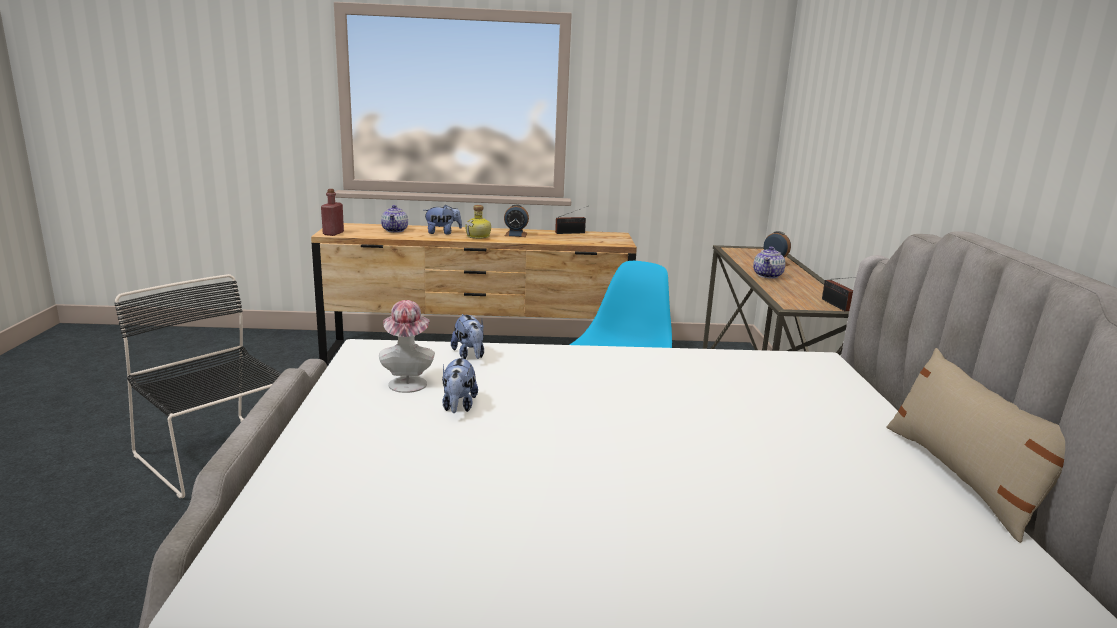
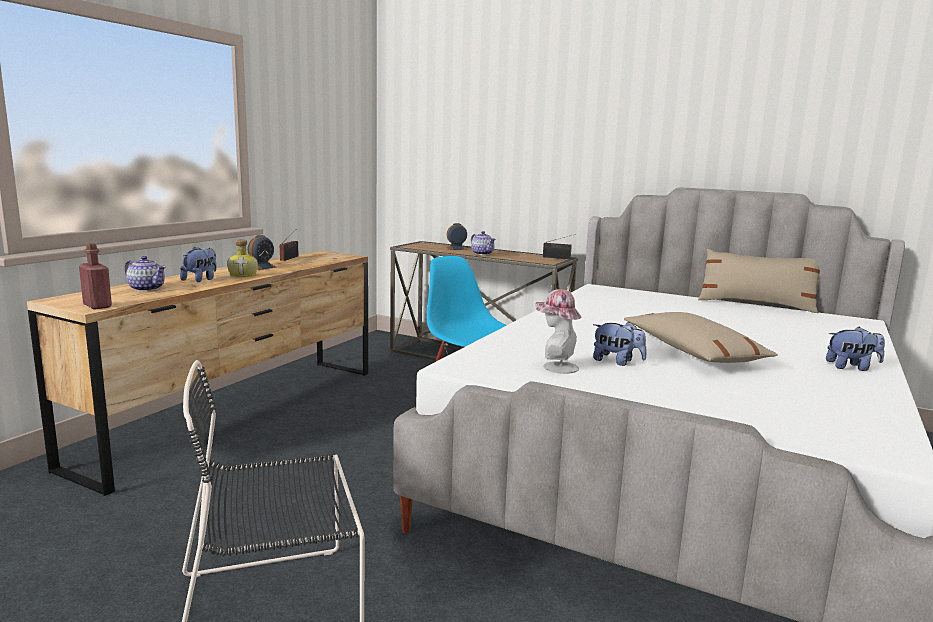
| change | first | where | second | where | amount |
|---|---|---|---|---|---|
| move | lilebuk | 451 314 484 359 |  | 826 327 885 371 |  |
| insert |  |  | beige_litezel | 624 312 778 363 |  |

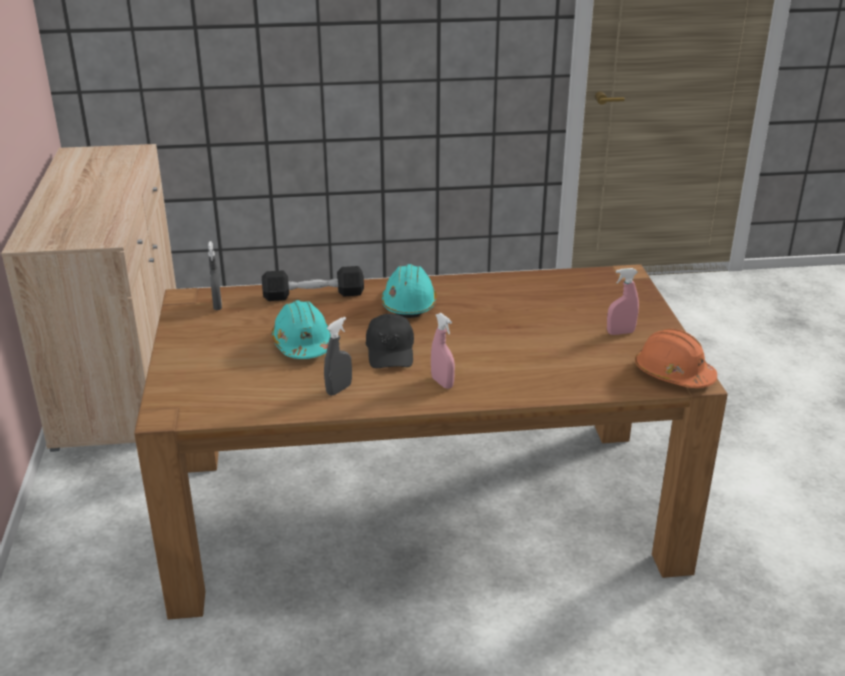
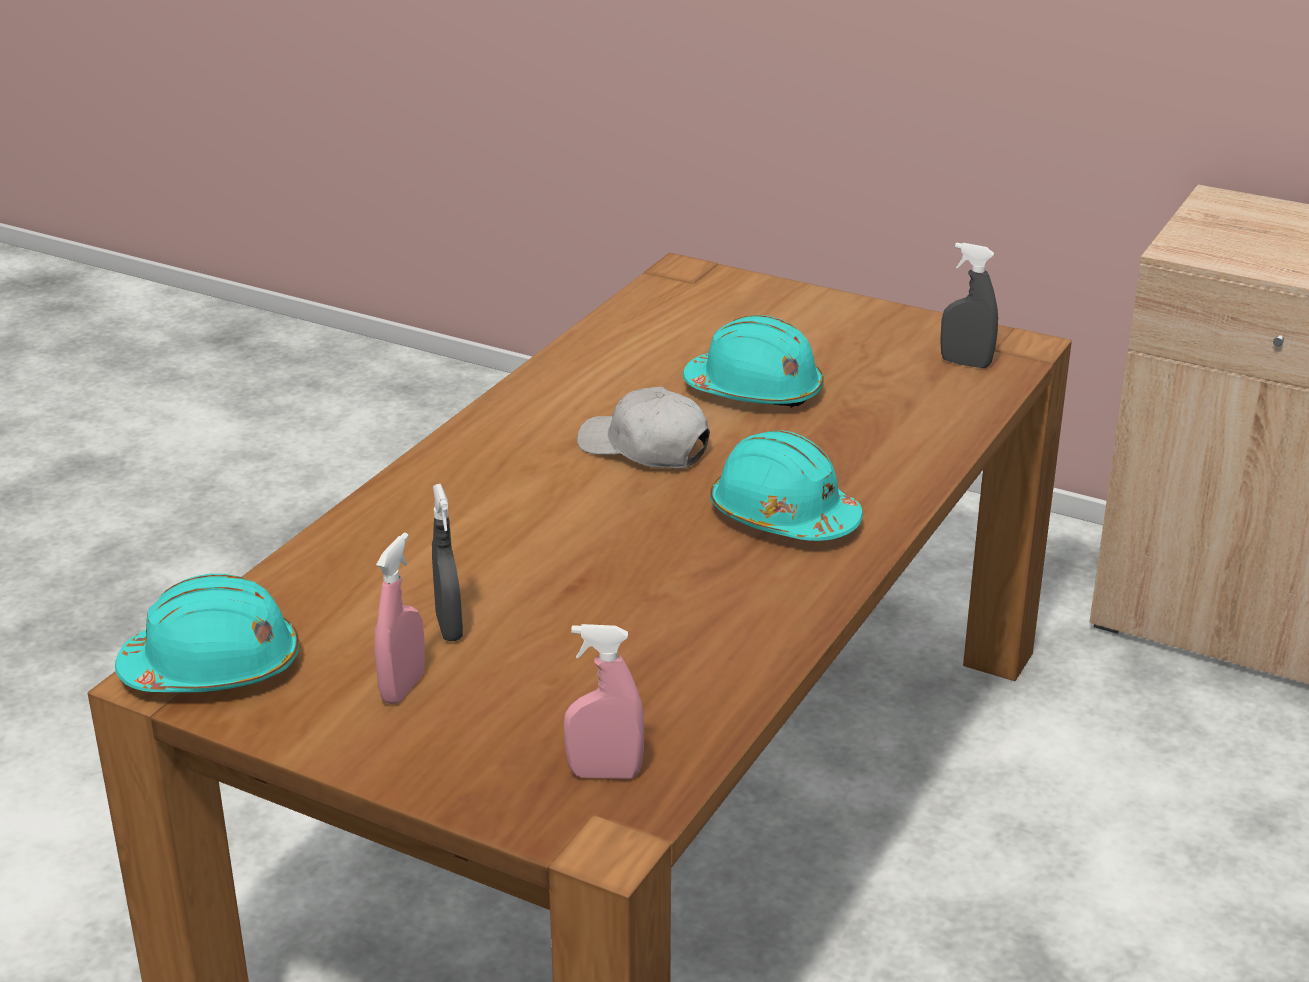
| change | first | where | second | where | amount |
|---|---|---|---|---|---|
| delete | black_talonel | 262 266 364 301 |  |  |  |
| move | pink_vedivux | 431 313 455 389 |  | 564 624 644 779 |  |
| recolor | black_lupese | 366 314 414 368 | white_lupese | 577 387 710 469 |  |
| move | grey_vedivux | 324 317 352 396 |  | 432 484 463 641 |  |
| recolor | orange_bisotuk | 635 329 717 388 | turquoise_bisotuk | 115 574 299 692 |  |

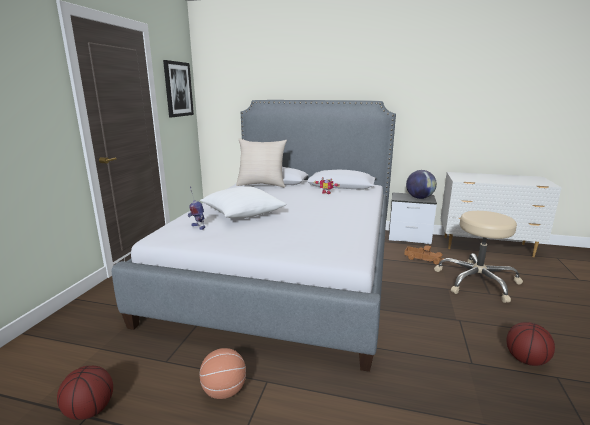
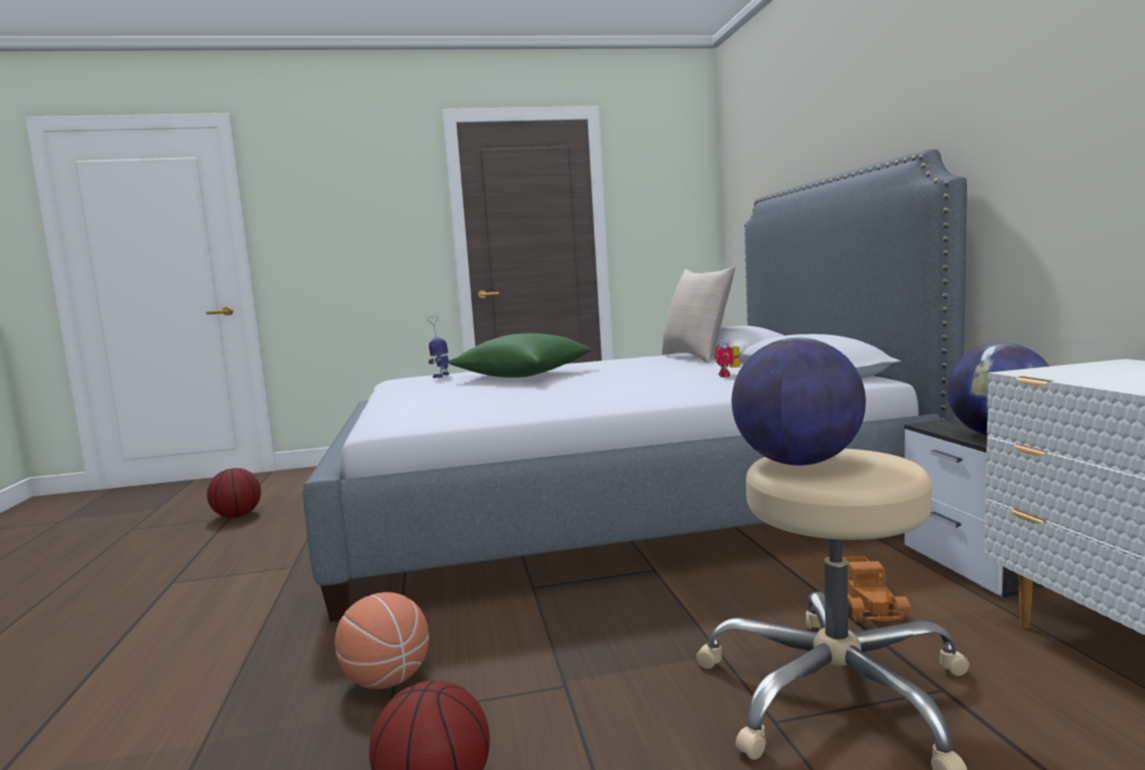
| change | first | where | second | where | amount |
|---|---|---|---|---|---|
| delete | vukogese | 163 60 194 117 |  |  |  |
| recolor | white_litezel | 200 187 286 219 | green_litezel | 448 333 593 378 |  |
| move | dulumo | 200 348 246 399 |  | 335 592 429 689 |  |
| insert |  |  | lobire | 732 338 866 465 |  |

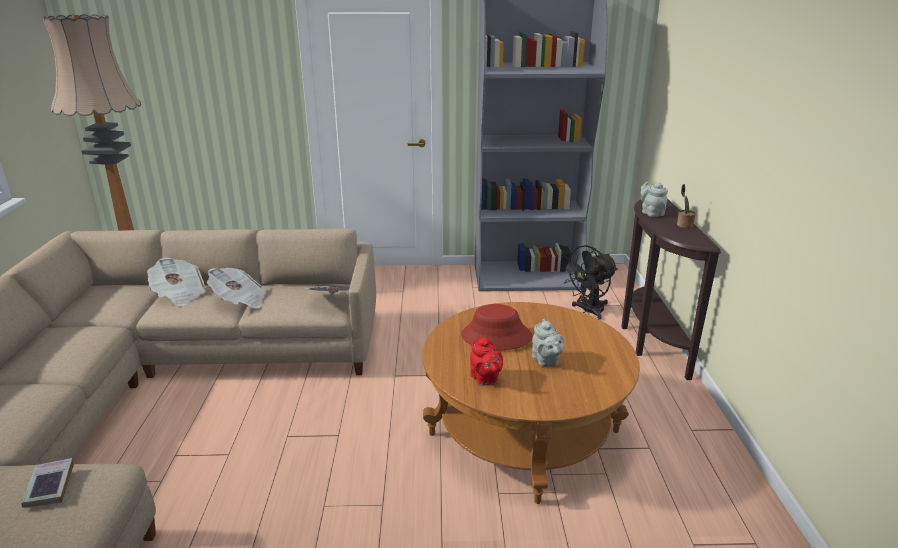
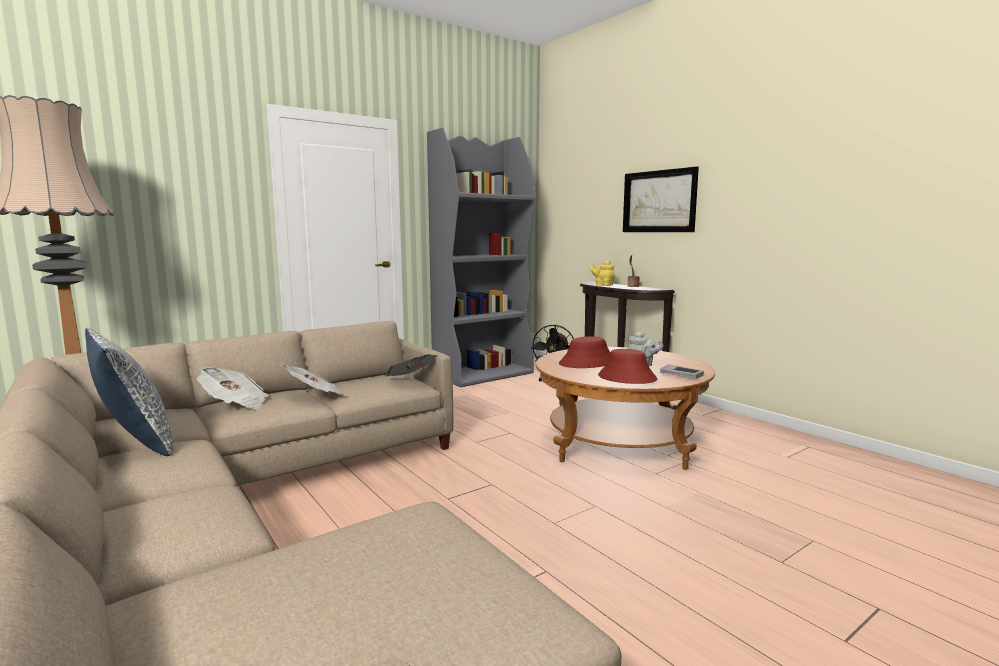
| change | first | where | second | where | amount |
|---|---|---|---|---|---|
| recolor | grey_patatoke | 641 181 668 217 | yellow_patatoke | 590 261 615 286 |  |
| replace | red_patatoke | 470 335 503 386 | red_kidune | 598 349 657 384 |  |
| move | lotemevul | 21 458 74 508 |  | 660 364 704 379 |  |
| insert |  |  | vukogese | 623 167 699 232 |  |
| insert |  |  | litezel | 85 328 173 456 |  |

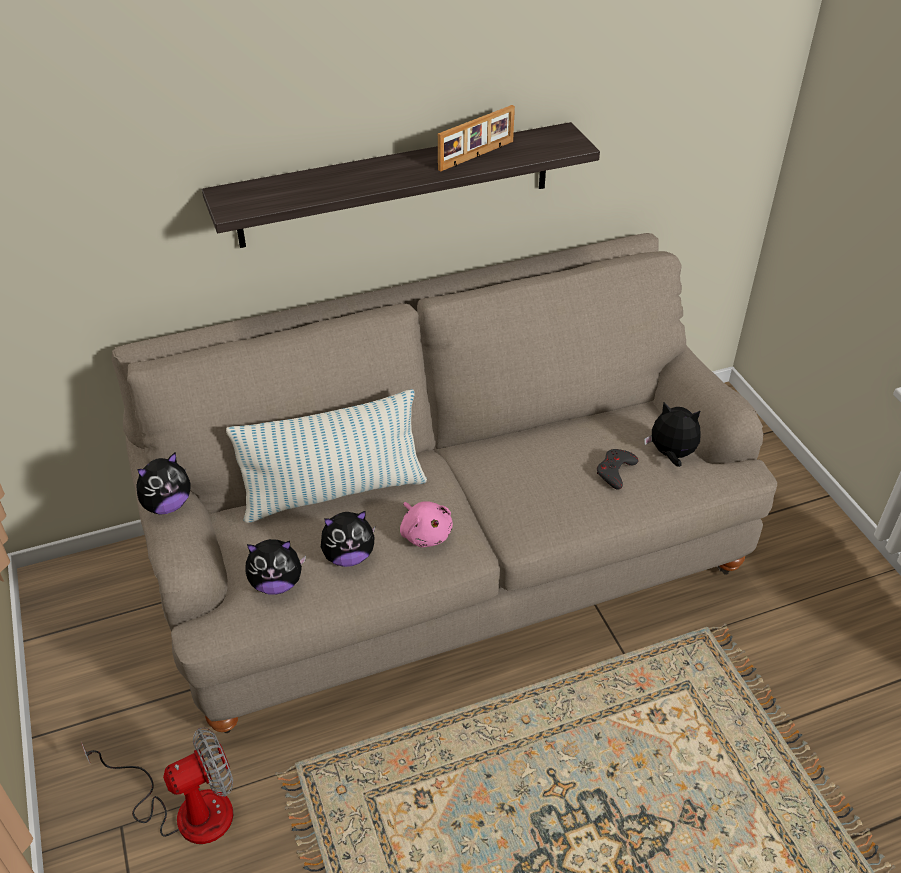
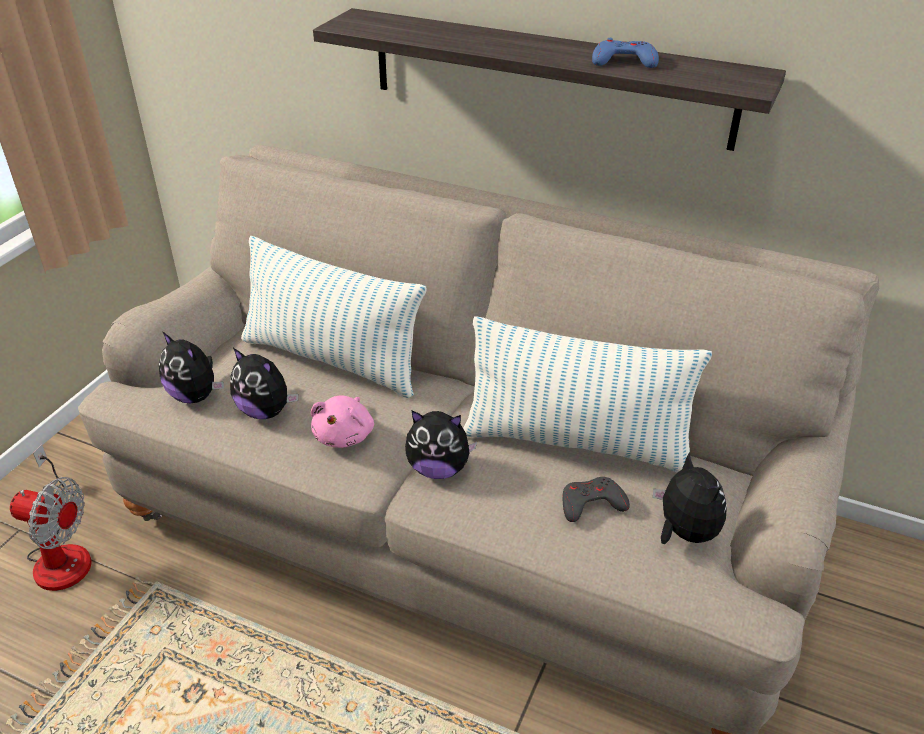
| change | first | where | second | where | amount |
|---|---|---|---|---|---|
| replace | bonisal | 438 105 515 172 | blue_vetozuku | 592 38 659 68 |  |
| move | lilebuk | 136 453 191 515 |  | 405 411 477 479 |  |
| insert |  |  | litezel | 463 316 712 473 |  |

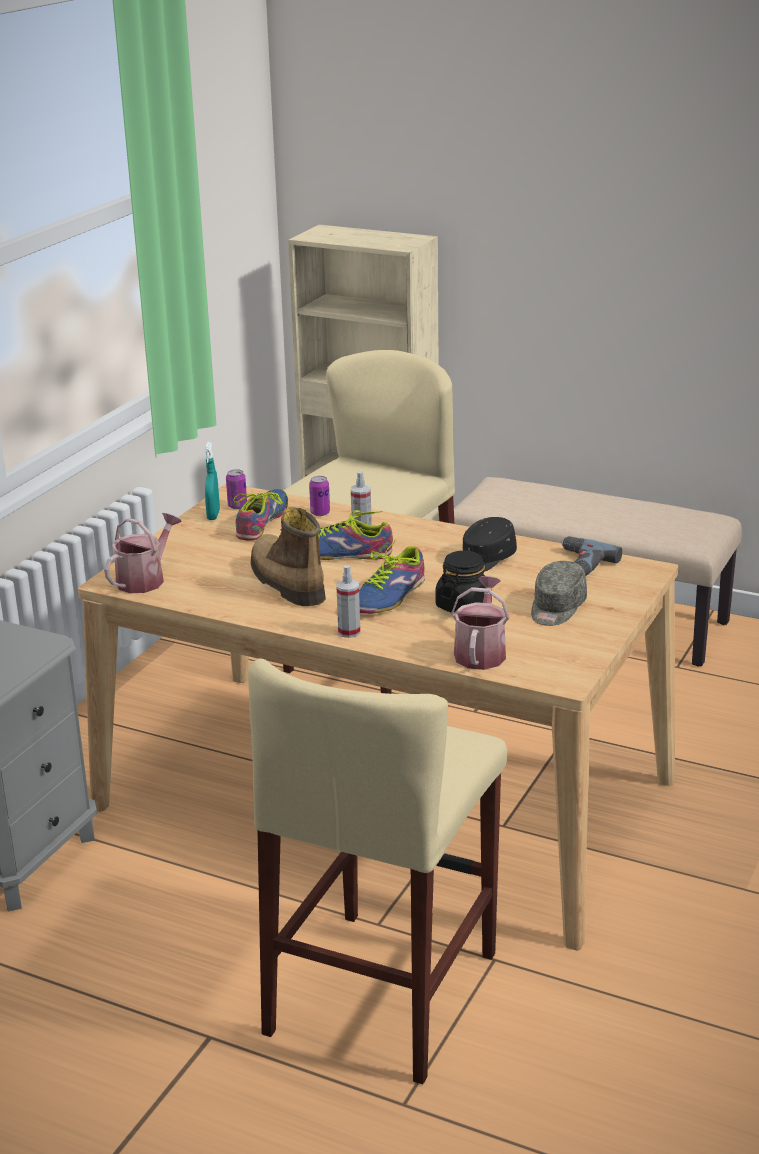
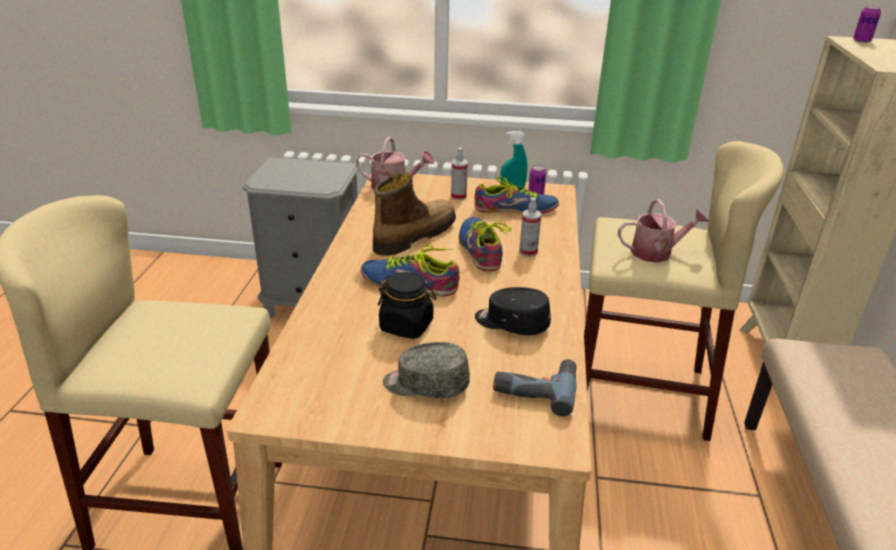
| change | first | where | second | where | amount |
|---|---|---|---|---|---|
| move | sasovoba | 309 476 330 516 |  | 853 6 881 43 |  |
| move | vedivux | 336 565 360 638 |  | 451 147 468 200 |  |
| move | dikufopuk | 451 576 510 670 |  | 618 199 709 263 |  |

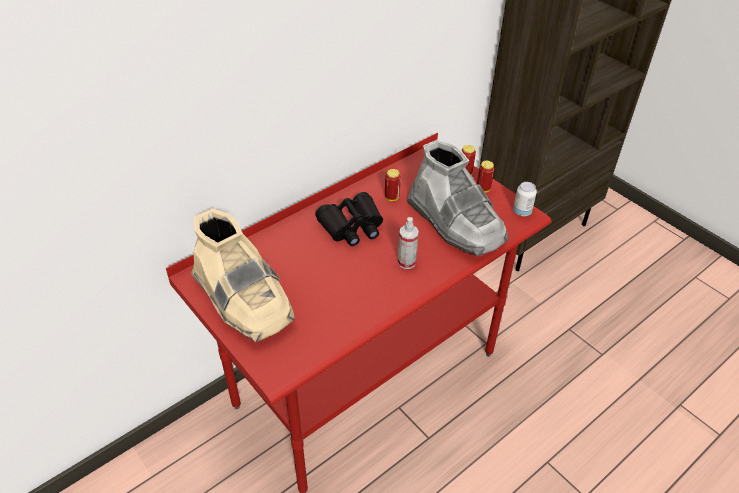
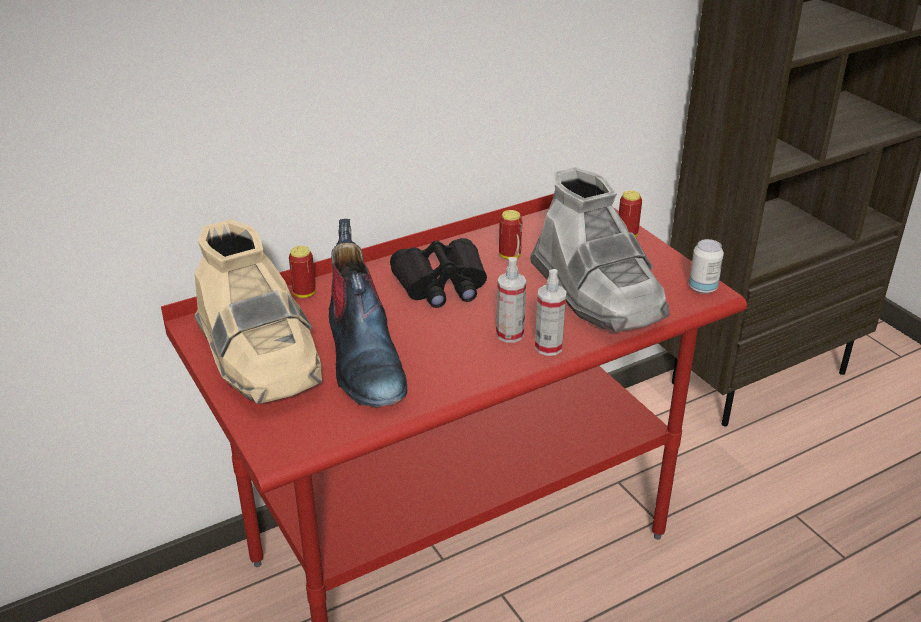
| change | first | where | second | where | amount |
|---|---|---|---|---|---|
| move | sasovoba | 477 161 494 193 |  | 289 246 316 298 |  |
| insert |  |  | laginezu | 329 219 407 407 |  |
| insert |  |  | vedivux | 535 269 567 356 |  |

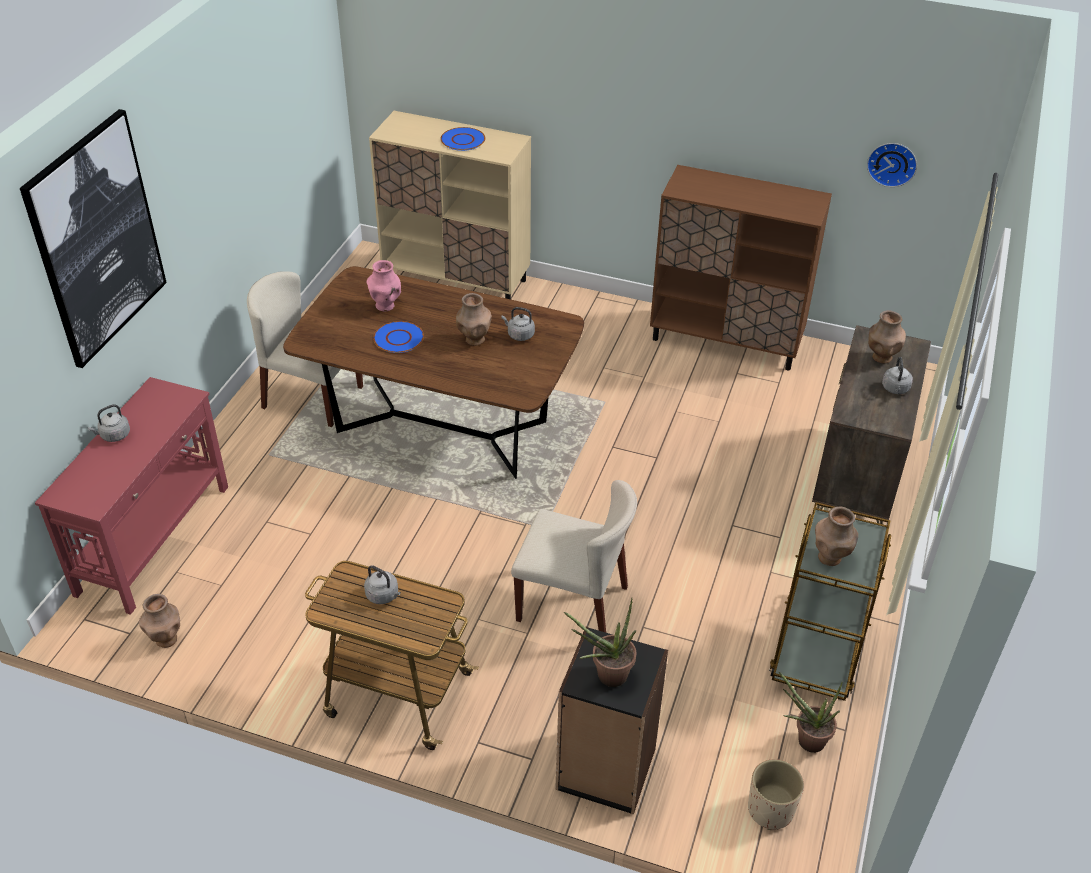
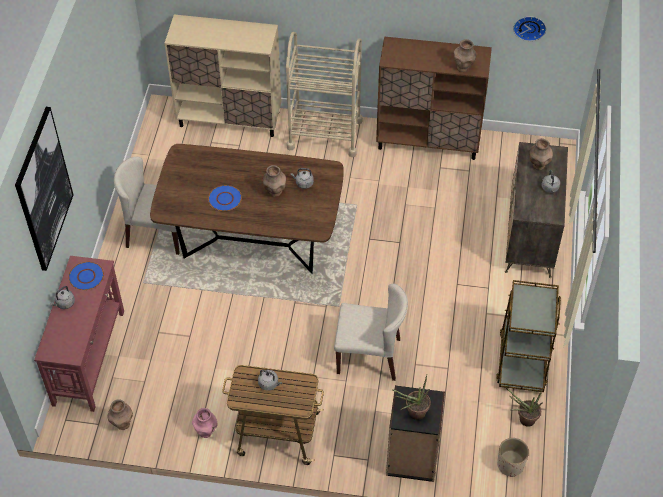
| change | first | where | second | where | amount |
|---|---|---|---|---|---|
| move | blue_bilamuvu | 441 127 486 151 |  | 68 262 104 290 |  |
| move | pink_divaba | 367 260 401 312 |  | 192 408 217 438 |  |
| move | brown_divaba | 815 507 858 566 |  | 454 39 476 72 |  |
| insert |  |  | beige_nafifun | 286 32 363 157 |  |

